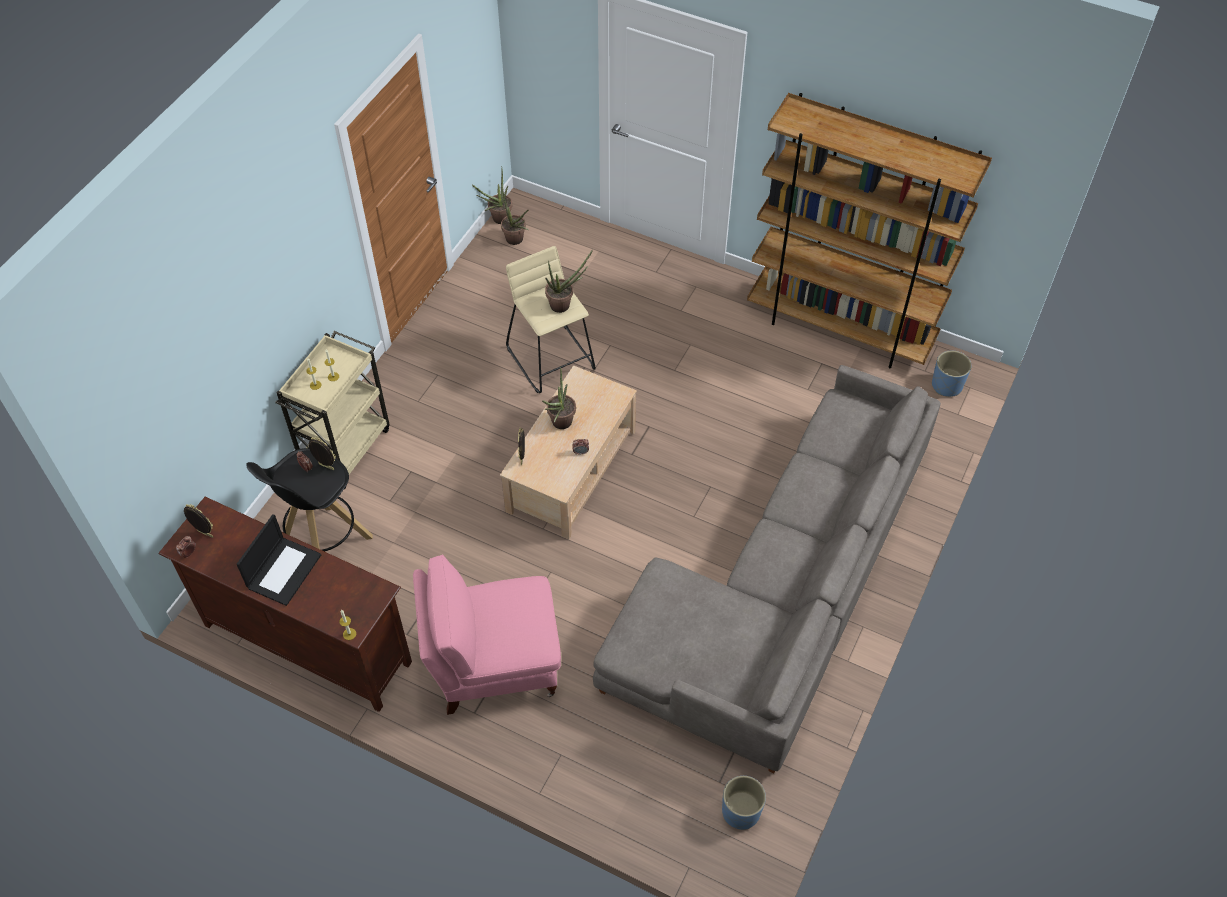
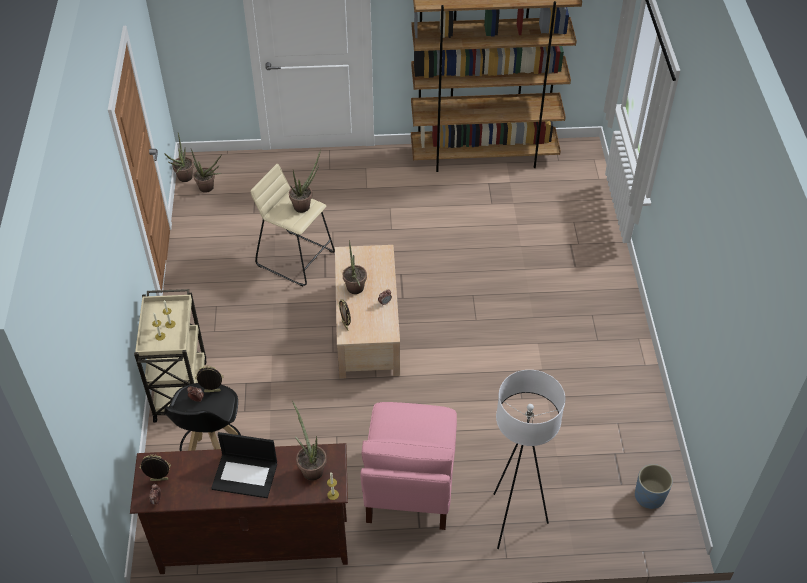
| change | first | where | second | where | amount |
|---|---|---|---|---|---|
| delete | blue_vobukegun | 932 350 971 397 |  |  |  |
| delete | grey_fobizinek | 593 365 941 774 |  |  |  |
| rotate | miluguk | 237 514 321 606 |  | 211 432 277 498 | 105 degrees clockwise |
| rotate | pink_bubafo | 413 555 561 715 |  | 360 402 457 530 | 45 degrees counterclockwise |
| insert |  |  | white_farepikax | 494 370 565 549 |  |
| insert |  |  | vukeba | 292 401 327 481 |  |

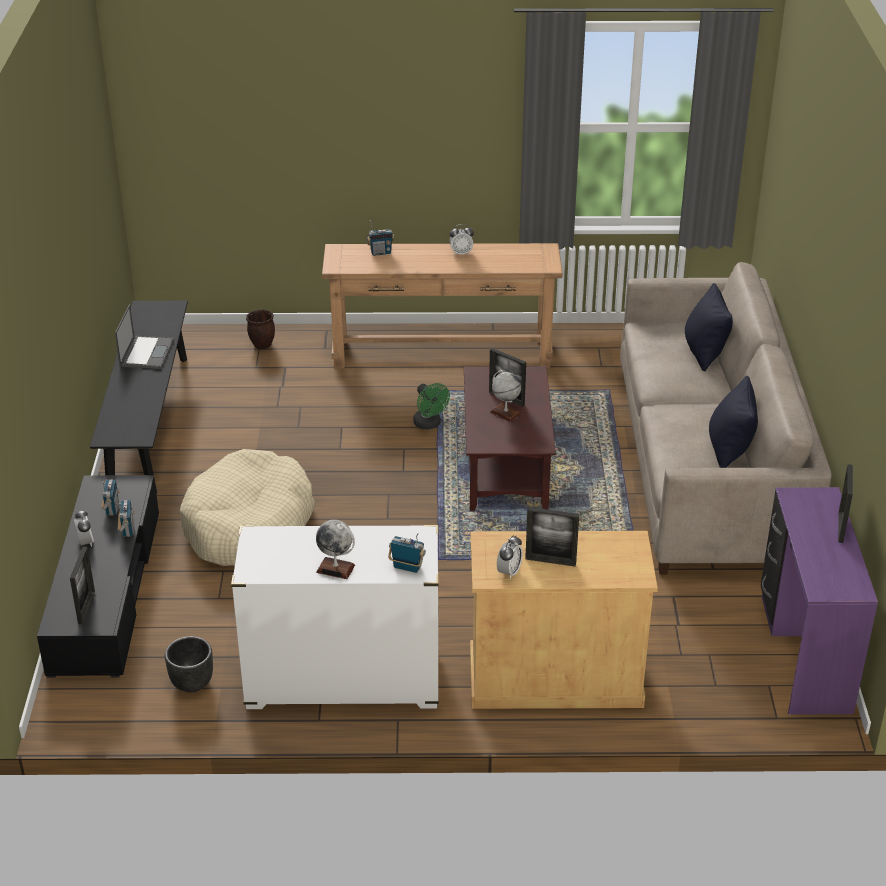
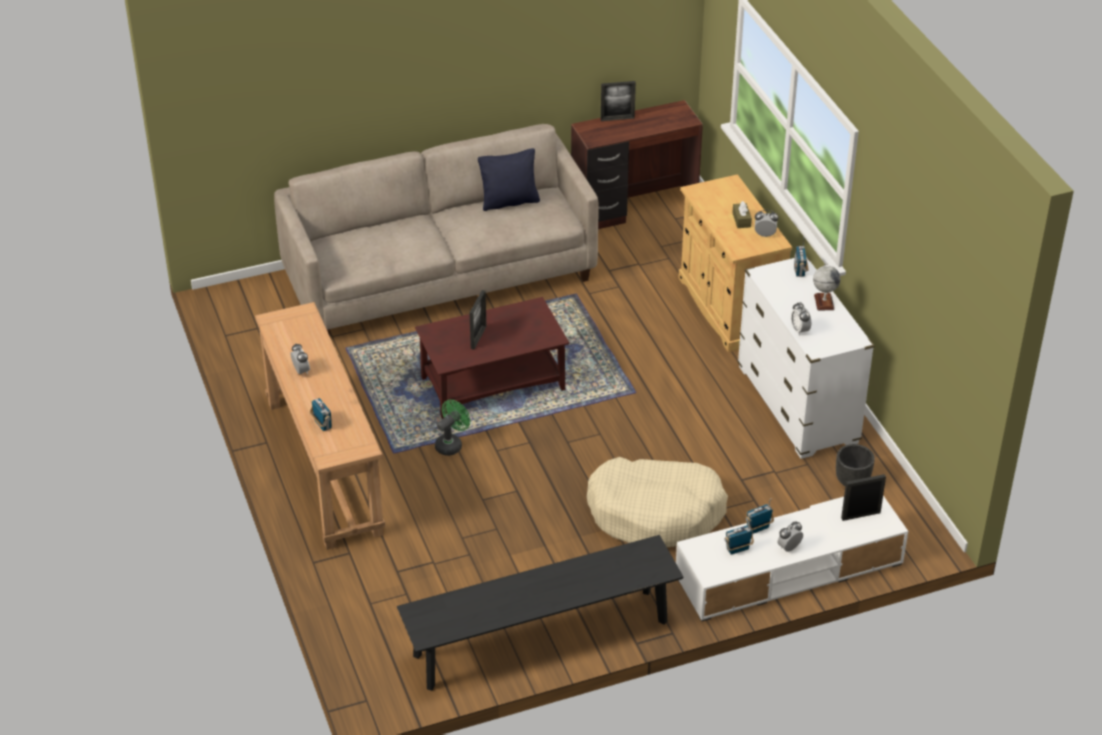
| change | first | where | second | where | amount |
|---|---|---|---|---|---|
| delete | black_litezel | 685 283 733 371 |  |  |  |
| delete | miluguk | 115 304 174 369 |  |  |  |
| delete | brown_vobukegun | 246 309 275 349 |  |  |  |
| delete | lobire | 490 370 522 423 |  |  |  |
| recolor | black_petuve | 37 475 159 678 | white_petuve | 676 496 908 621 |  |
| recolor | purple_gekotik | 761 487 878 715 | brown_gekotik | 571 100 703 229 |  |
| replace | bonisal | 525 507 579 567 | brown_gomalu | 732 201 752 228 |  |
| insert |  |  | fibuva | 791 302 811 336 |  |

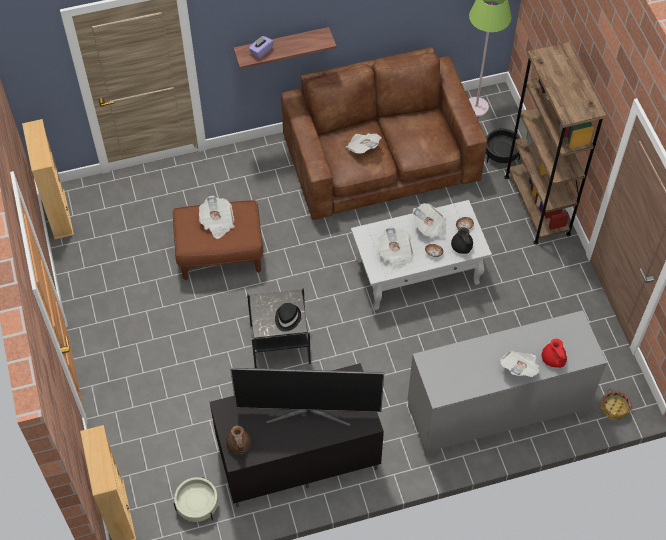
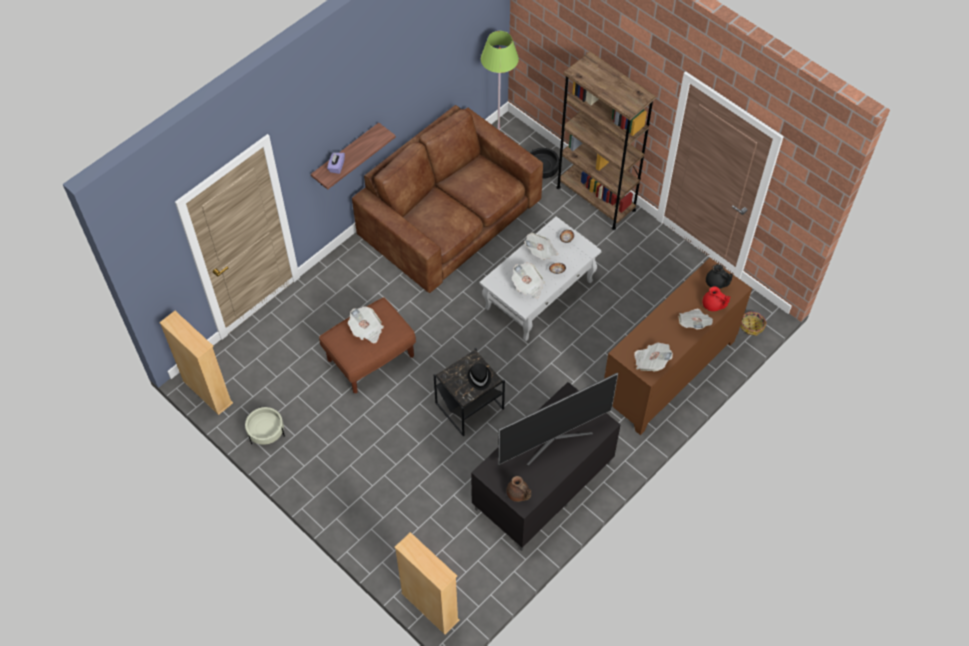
| change | first | where | second | where | amount |
|---|---|---|---|---|---|
| move | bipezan | 346 133 382 153 |  | 634 342 673 371 |  |
| move | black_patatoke | 451 227 473 254 |  | 706 264 733 289 |  |
| recolor | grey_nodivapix | 408 310 607 458 | brown_nodivapix | 604 258 752 435 |  |
| move | beige_vobukegun | 173 477 218 522 |  | 245 407 285 445 |  |

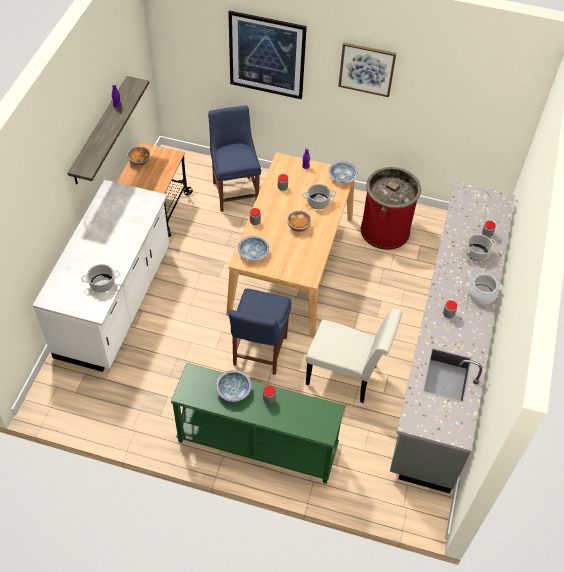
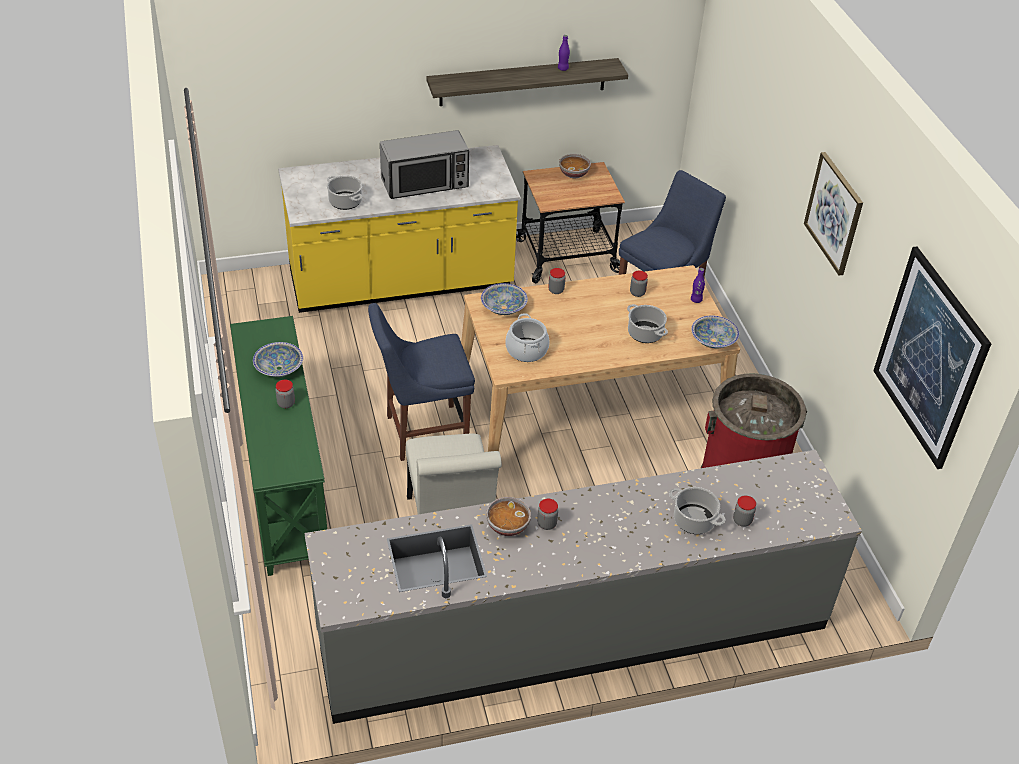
| change | first | where | second | where | amount |
|---|---|---|---|---|---|
| move | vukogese | 228 10 307 99 |  | 873 246 991 469 |  |
| recolor | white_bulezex | 32 180 169 372 | yellow_bulezex | 278 145 521 313 |  |
| move | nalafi | 287 211 311 232 |  | 486 497 531 536 |  |
| move | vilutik | 468 273 502 304 |  | 505 313 550 362 |  |
| insert |  |  | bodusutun | 380 130 469 199 |  |

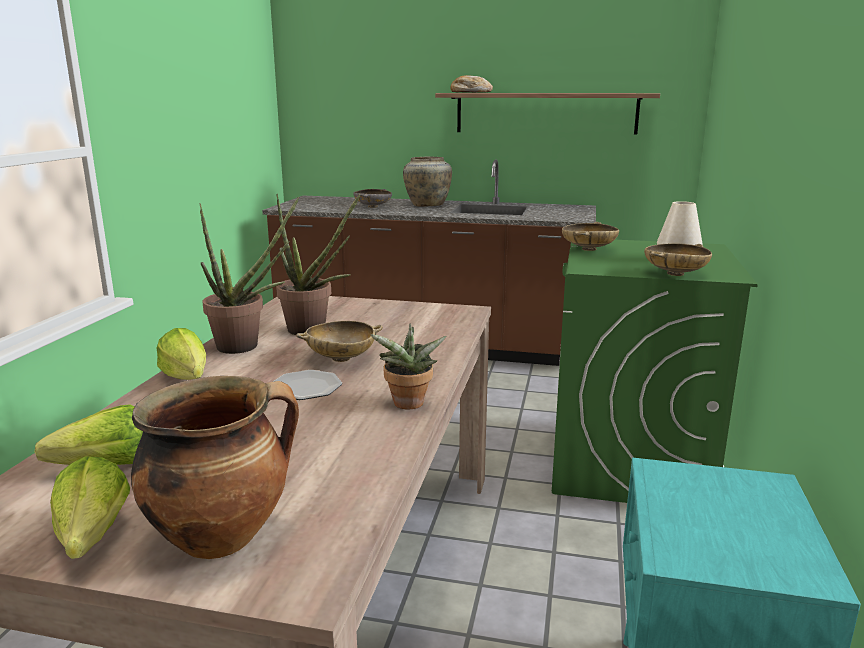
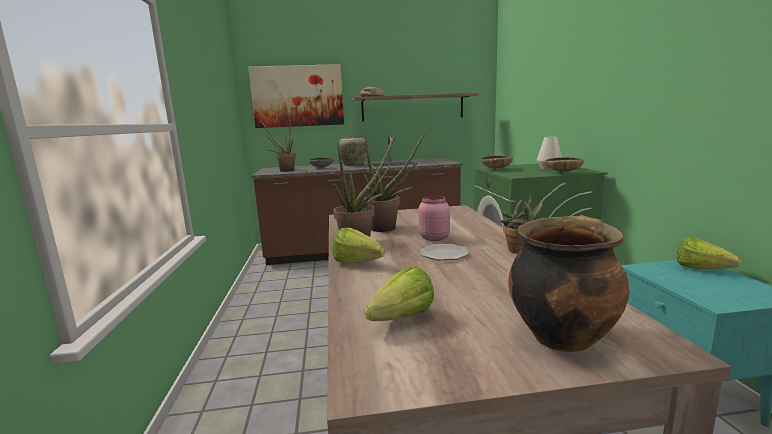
| change | first | where | second | where | amount |
|---|---|---|---|---|---|
| replace | beige_nalafi | 296 321 383 362 | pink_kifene | 418 196 450 241 |  |
| move | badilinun | 50 456 130 559 |  | 676 237 741 269 |  |
| insert |  |  | vukogese | 248 64 344 128 |  |
| insert |  |  | vukeba | 259 119 296 172 |  |

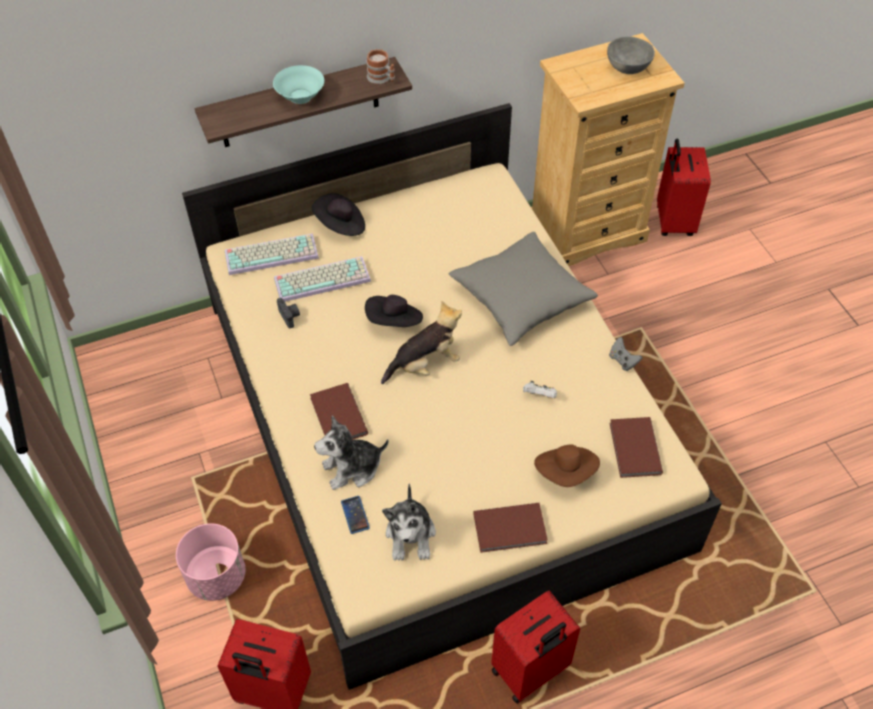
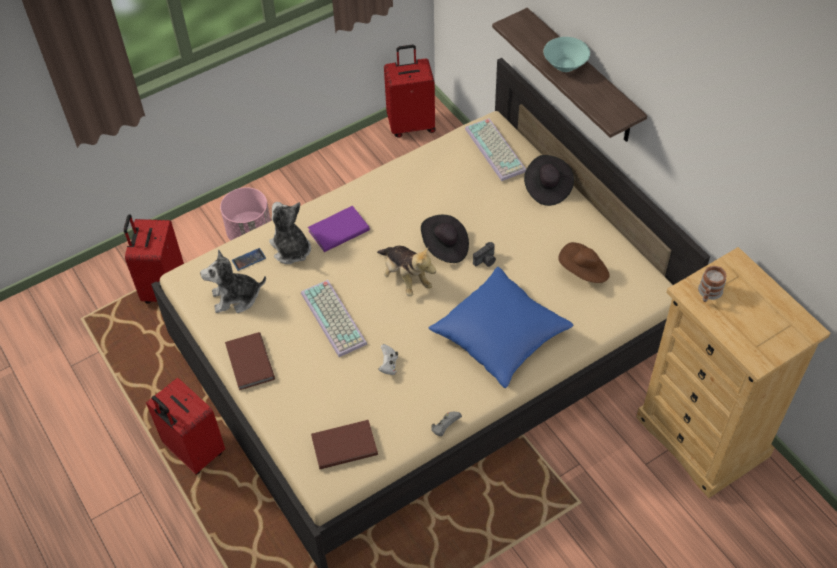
| change | first | where | second | where | amount |
|---|---|---|---|---|---|
| delete | grey_nalafi | 607 36 655 74 |  |  |  |
| move | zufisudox | 366 49 395 84 |  | 698 266 727 302 |  |
| move | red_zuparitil | 657 139 711 236 |  | 384 45 436 138 |  |
| recolor | grey_litezel | 449 232 598 346 | blue_litezel | 429 267 573 388 |  |
| move | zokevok | 274 256 371 302 |  | 301 280 367 357 |  |
| move | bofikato | 277 298 300 328 |  | 473 242 496 267 |  |
| recolor | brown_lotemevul | 310 383 368 440 | purple_lotemevul | 308 206 370 252 |  |
| move | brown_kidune | 534 444 600 487 |  | 558 242 610 283 |  |

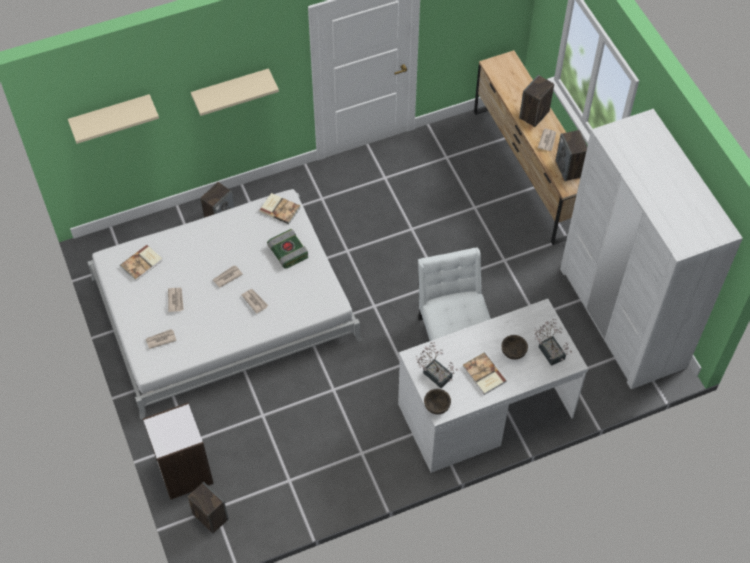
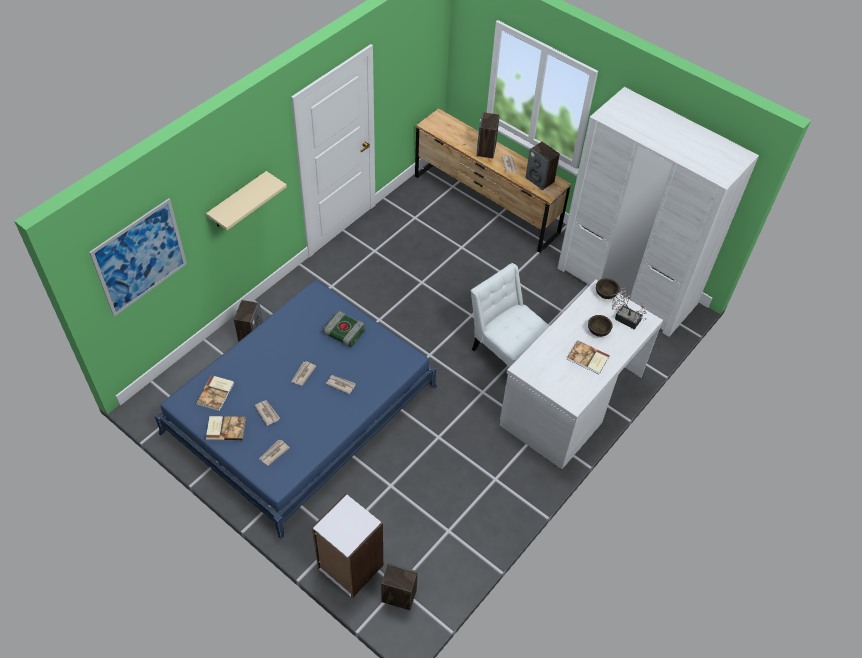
| change | first | where | second | where | amount |
|---|---|---|---|---|---|
| replace | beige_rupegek | 68 94 159 144 | vukogese | 89 198 187 317 |  |
| recolor | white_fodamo | 87 189 362 420 | blue_fodamo | 155 281 437 539 |  |
| move | lotemevul | 259 193 301 224 |  | 206 416 246 440 |  |
| delete | vukeba | 416 342 458 388 |  |  |  |
| move | brown_nalafi | 424 389 451 414 |  | 596 278 620 299 |  |

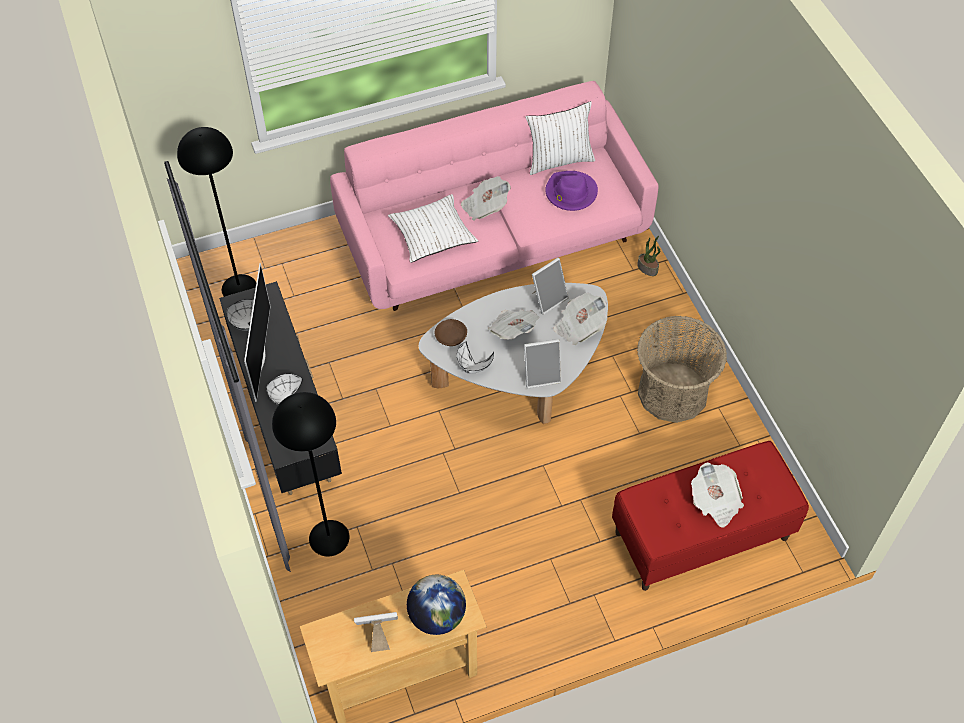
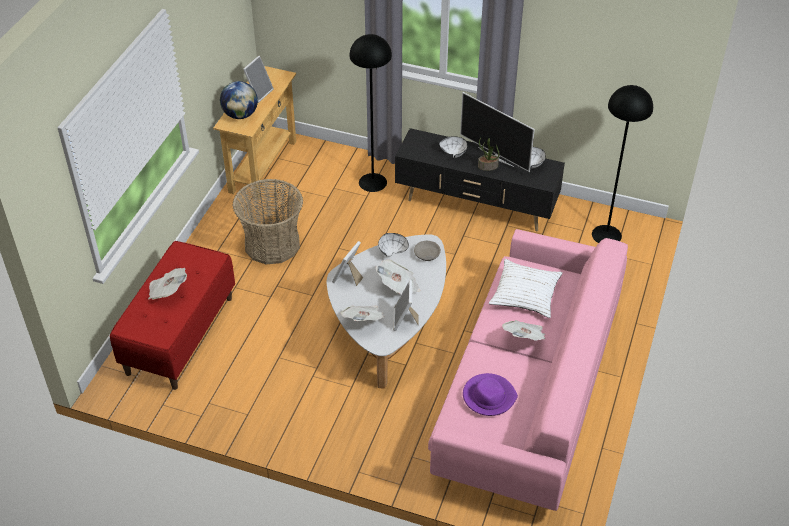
| change | first | where | second | where | amount |
|---|---|---|---|---|---|
| delete | white_litezel | 525 101 595 175 |  |  |  |
| move | vukeba | 637 236 660 276 |  | 478 138 500 171 |  |
| move | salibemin | 637 316 727 423 |  | 233 179 303 264 |  |
| recolor | brown_nalafi | 434 319 467 346 | grey_nalafi | 414 241 441 261 |  |

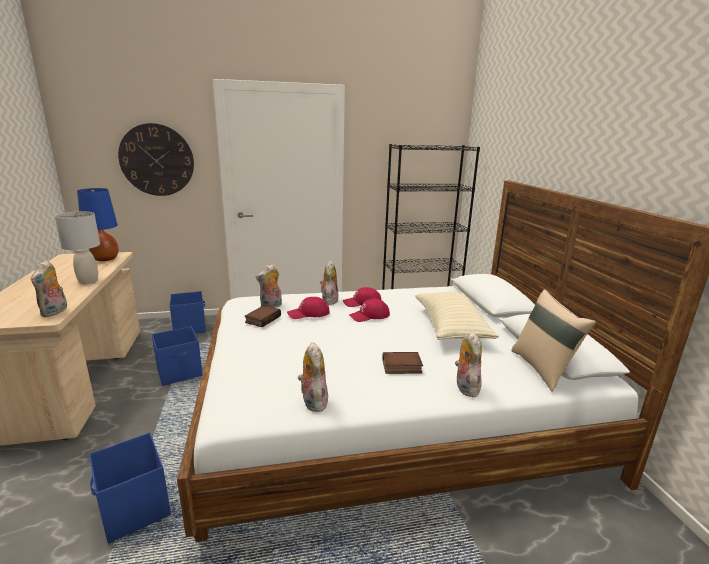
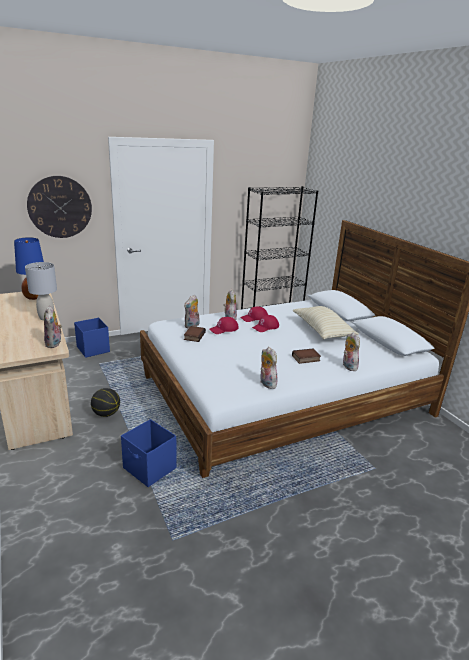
| change | first | where | second | where | amount |
|---|---|---|---|---|---|
| delete | beige_litezel | 511 289 596 392 |  |  |  |
| delete | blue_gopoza | 152 326 203 386 |  |  |  |
| insert |  |  | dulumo | 91 388 120 417 |  |

